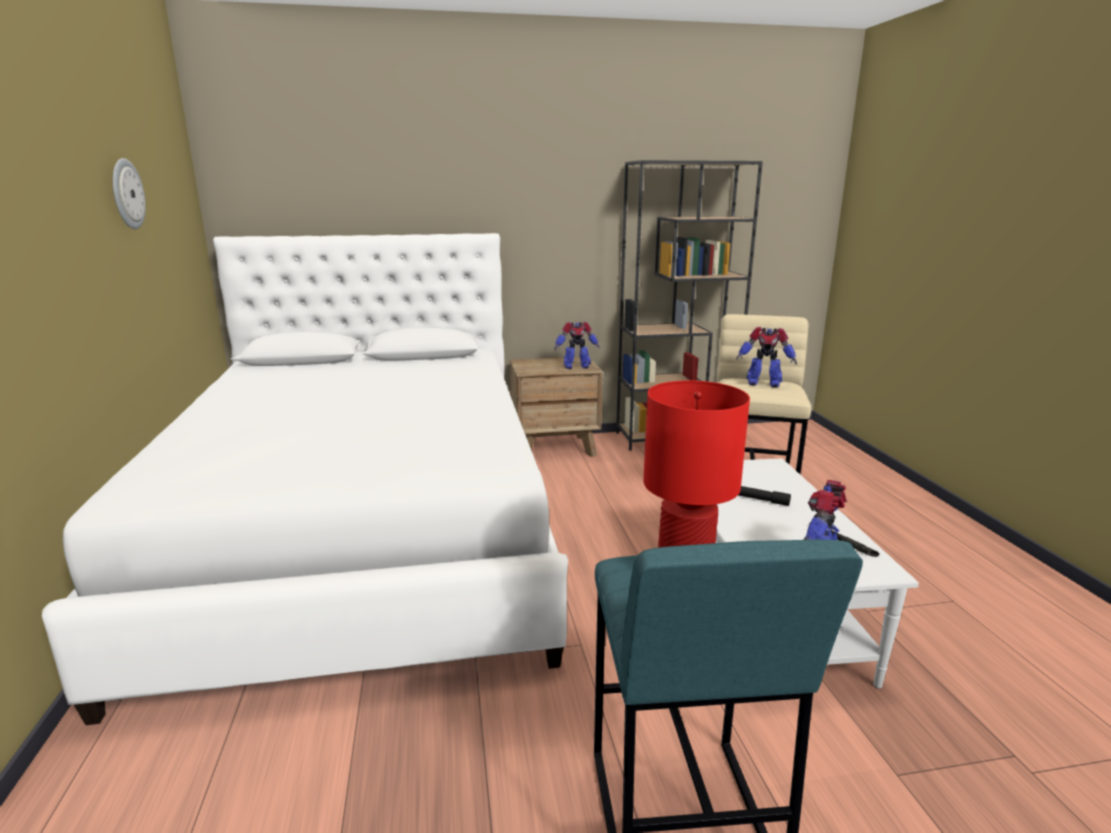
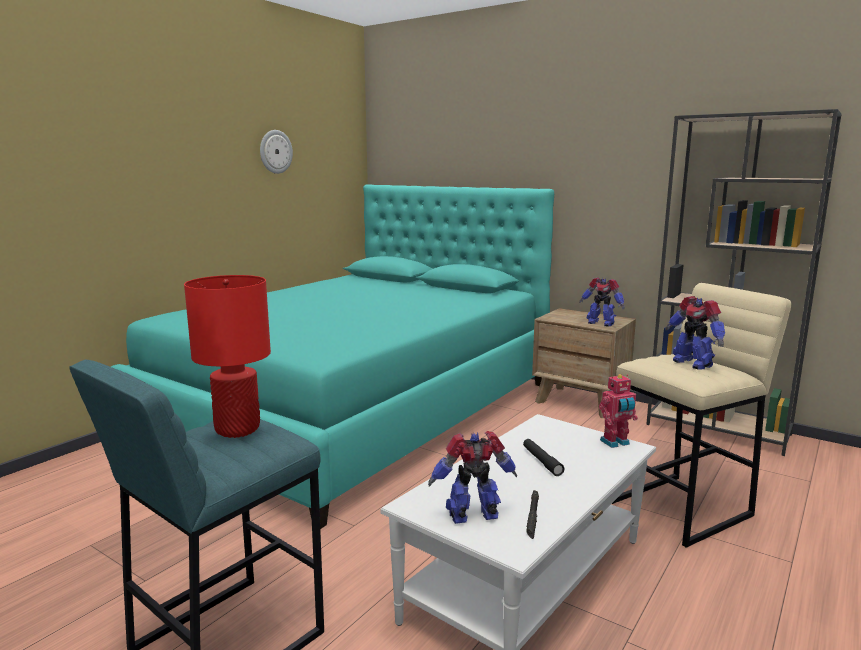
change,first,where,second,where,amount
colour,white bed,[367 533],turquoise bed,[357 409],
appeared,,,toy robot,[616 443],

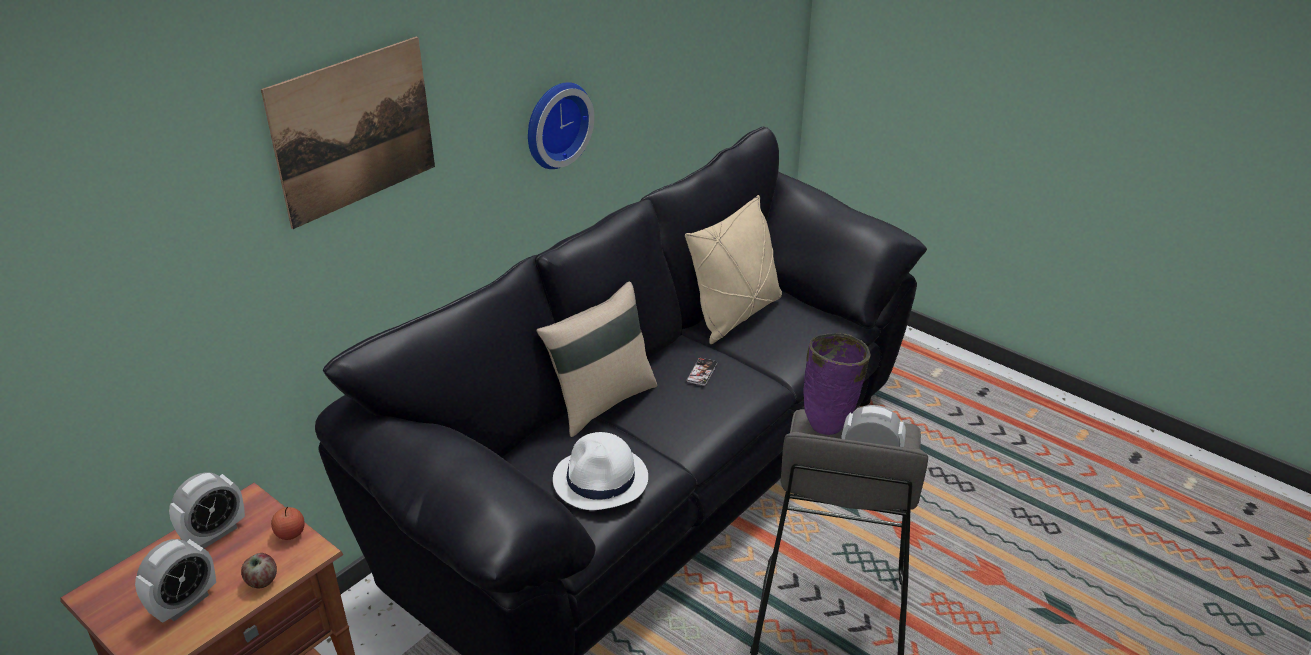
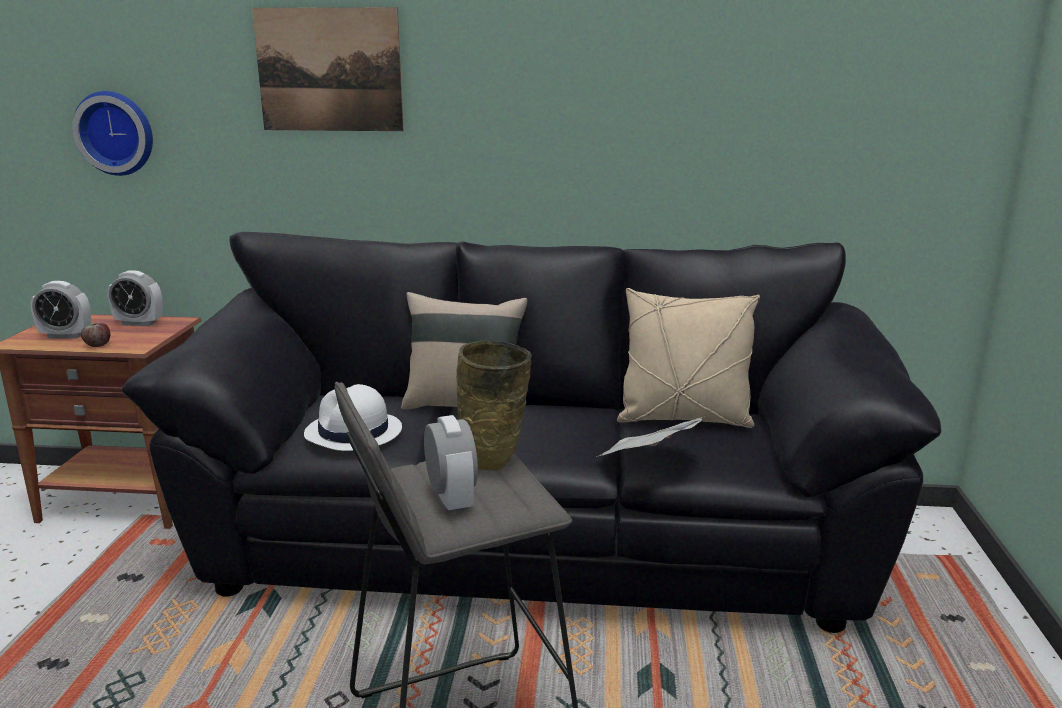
change,first,where,second,where,amount
missing,apple,[290 533],,,
relocated,wall clock,[554 124],,[117 133],
missing,phone,[702 372],,,
colour,purple vase,[830 425],beige vase,[494 464],
appeared,,,newspaper,[648 463],

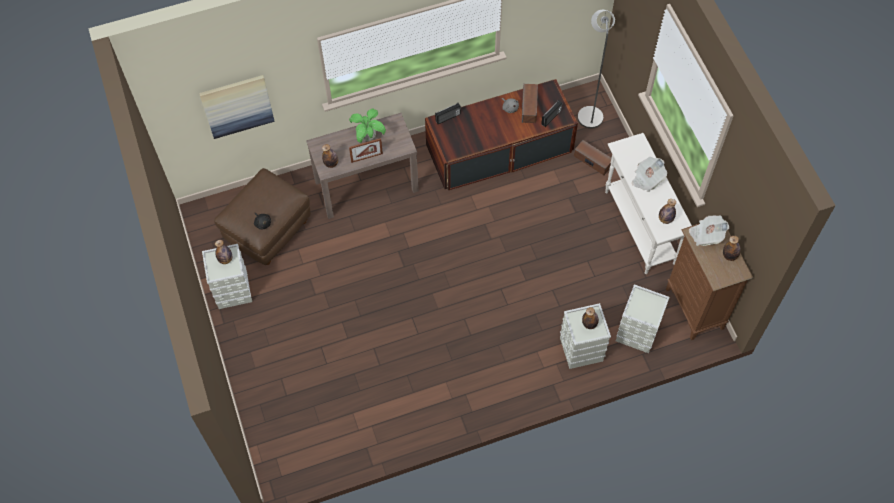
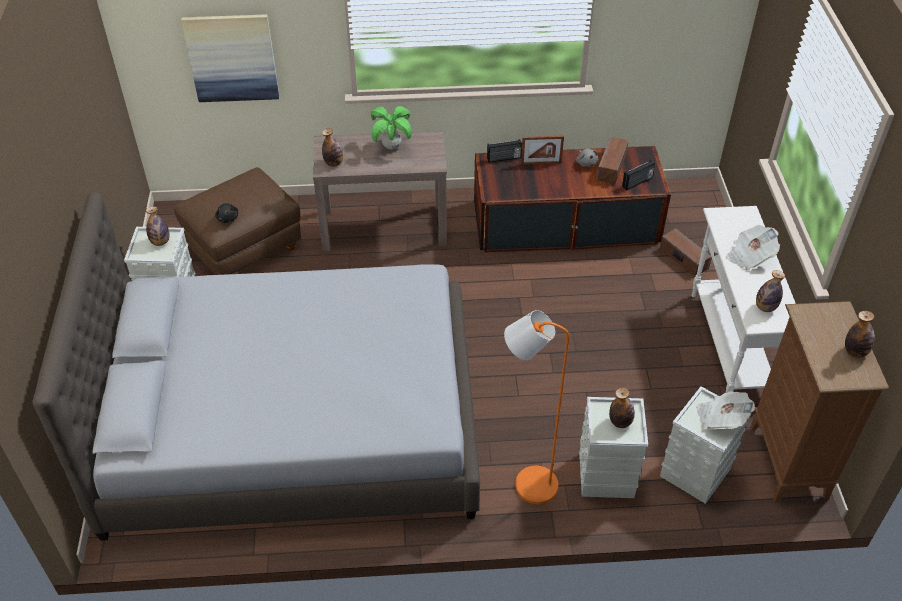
change,first,where,second,where,amount
relocated,picture frame,[366 157],,[541 163],
missing,grey floor lamp,[589 113],,,
relocated,newspaper,[706 235],,[721 418],
appeared,,,grey bed,[292 424],
appeared,,,orange floor lamp,[527 485],

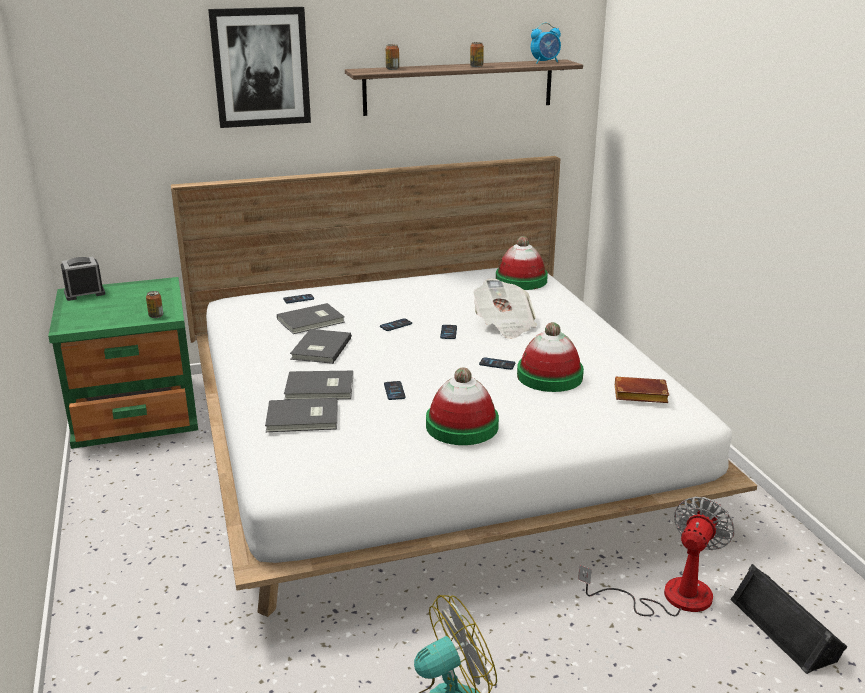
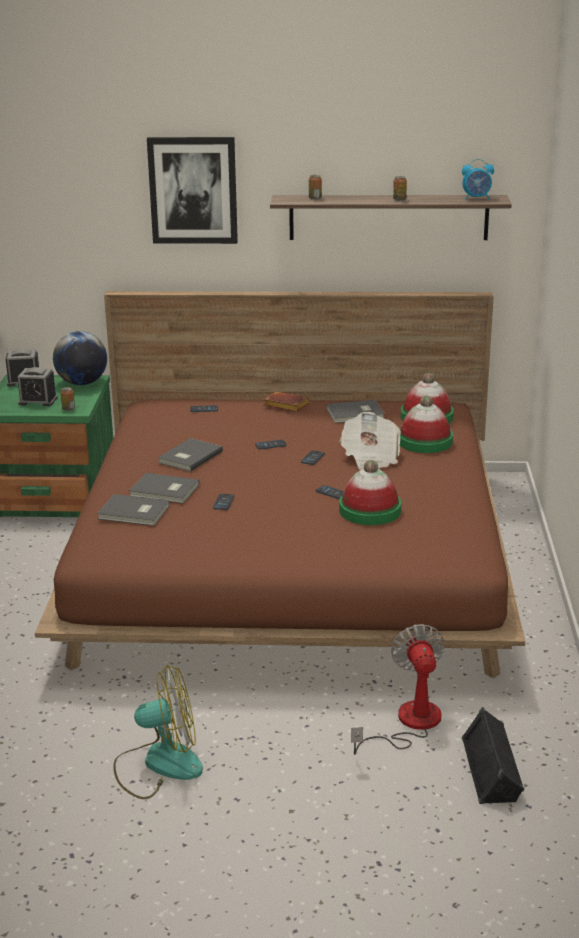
change,first,where,second,where,amount
colour,white bed,[433 446],brown bed,[291 564],
relocated,grey book,[312 321],,[356 414],
relocated,hat,[462 426],,[425 441],
spun,fan,[670 596],,[408 724],60 degrees counterclockwise
relocated,brown book,[639 395],,[284 406],
appeared,,,alarm clock,[38 401],
appeared,,,globe,[82 383],

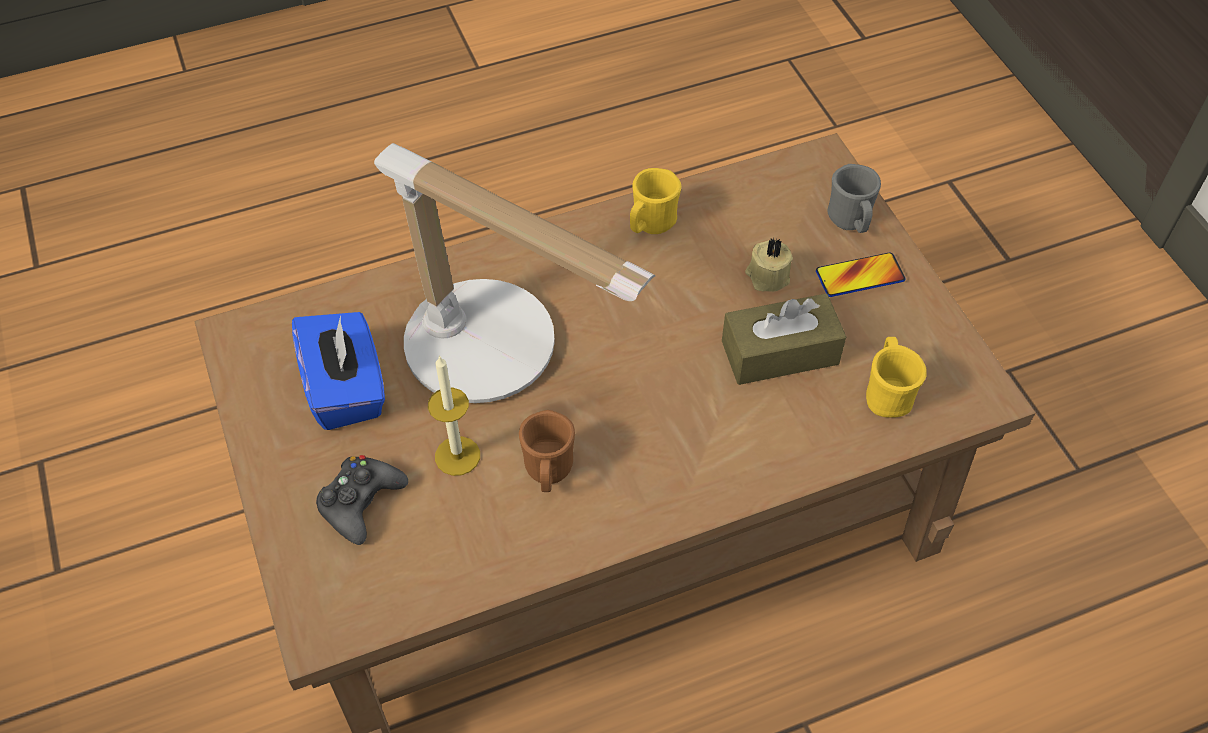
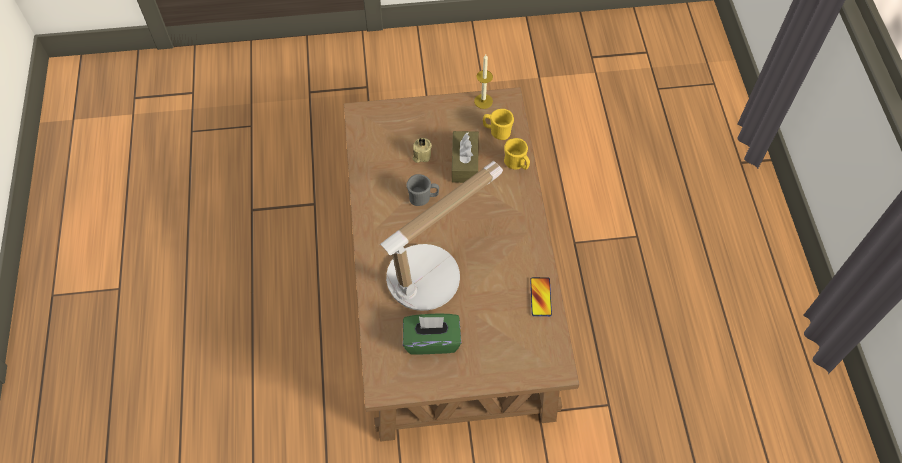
change,first,where,second,where,amount
colour,blue tissue box,[346 389],green tissue box,[432 340],
missing,black game controller,[360 502],,,
relocated,candle,[457 456],,[483 101],
missing,brown mug,[548 472],,,
relocated,yellow mug,[650 225],,[517 164],
relocated,phone,[859 276],,[540 297],
relocated,grey mug,[850 222],,[423 198],

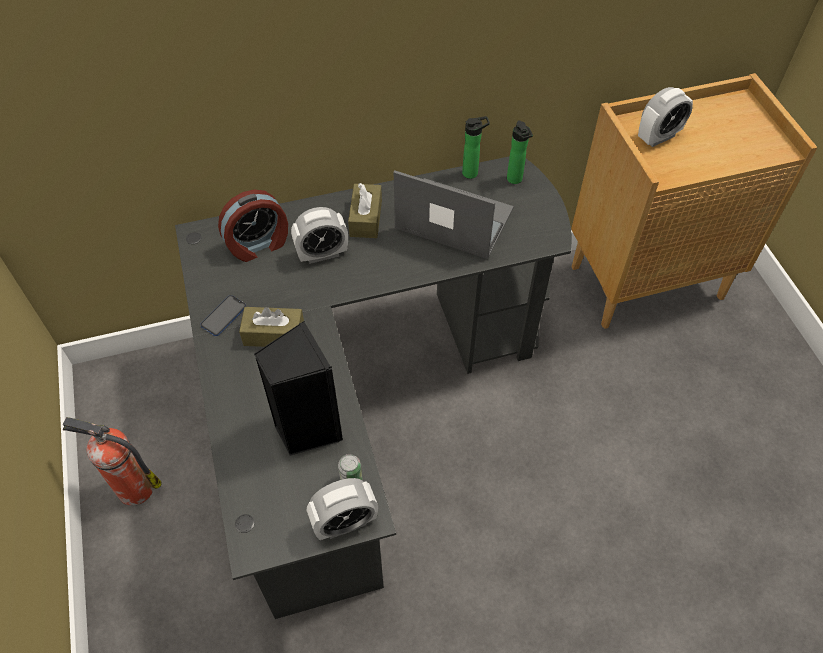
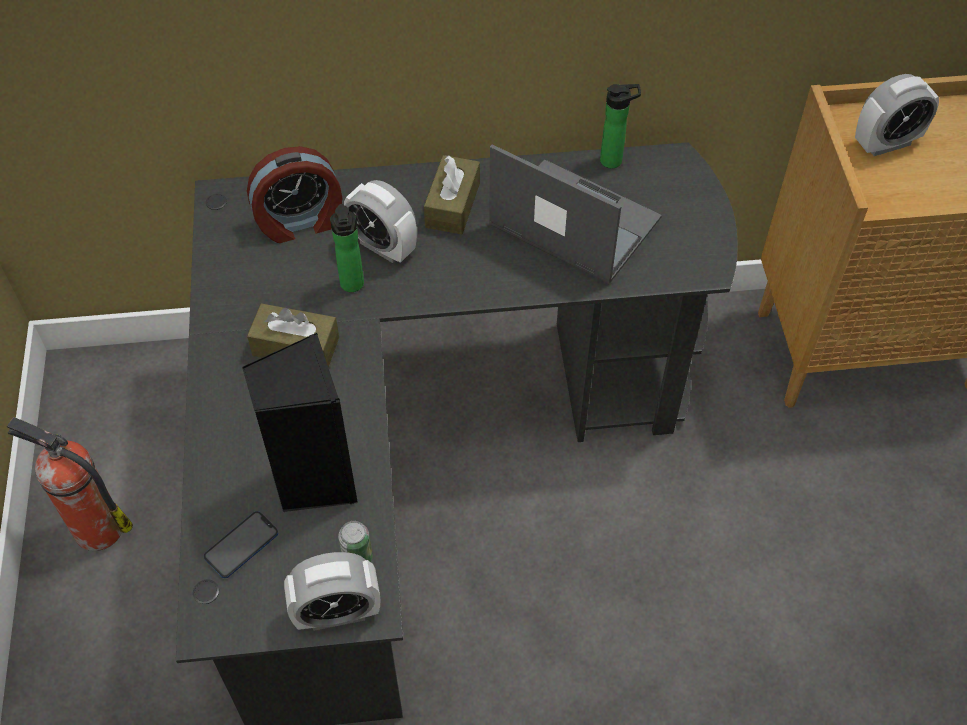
change,first,where,second,where,amount
relocated,phone,[223 316],,[241 545],
spun,alarm clock,[322 254],,[383 246],45 degrees clockwise
relocated,bottle,[515 180],,[352 286],

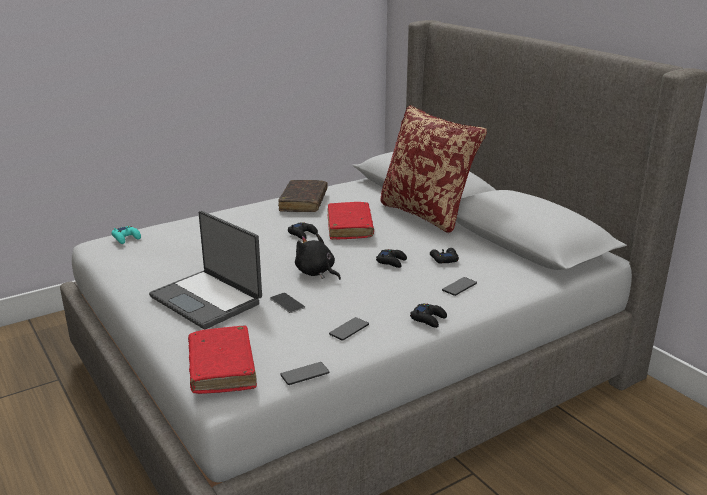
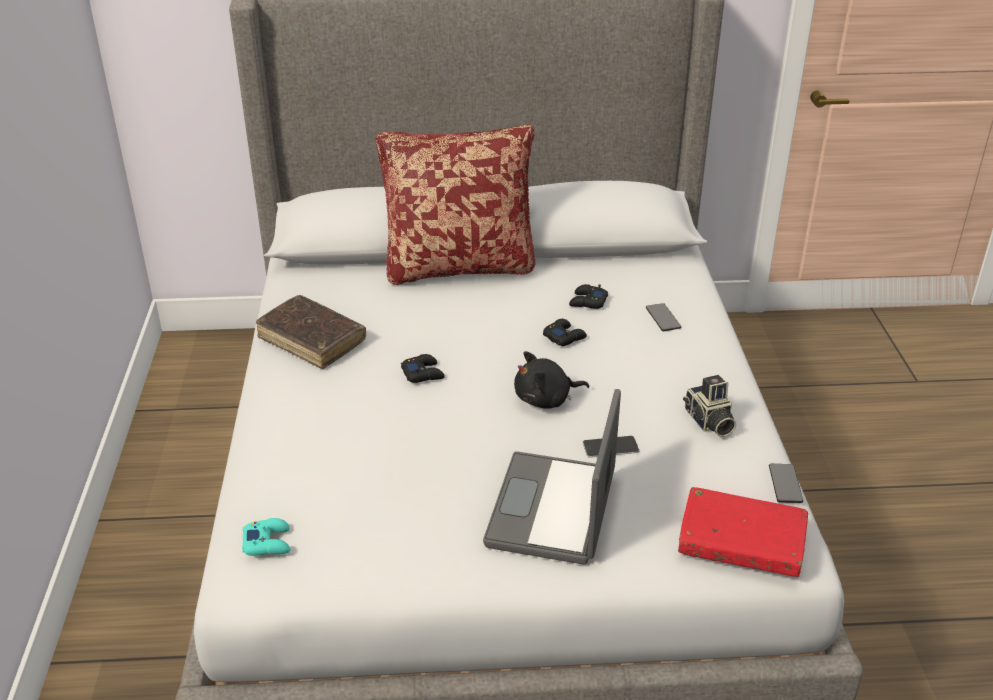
change,first,where,second,where,amount
spun,laptop,[207 299],,[554 510],120 degrees clockwise
missing,red book,[349 227],,,
exchanged,phone,[349 329],photo camera,[708 422],
missing,black game controller,[428 319],,,

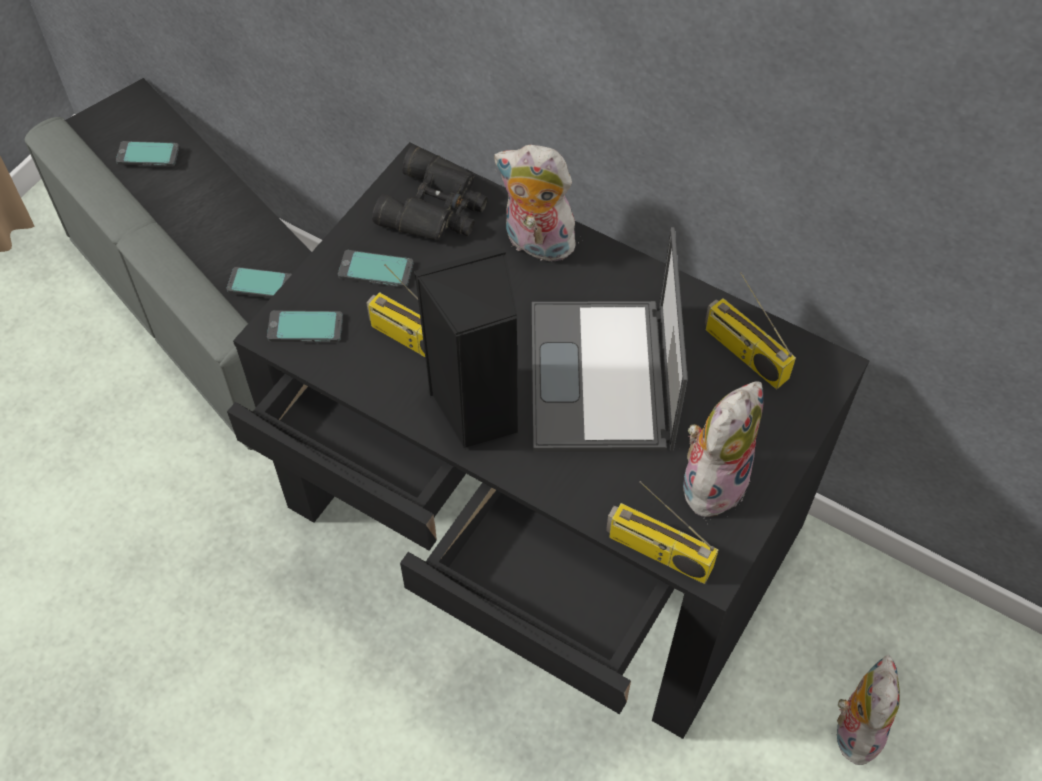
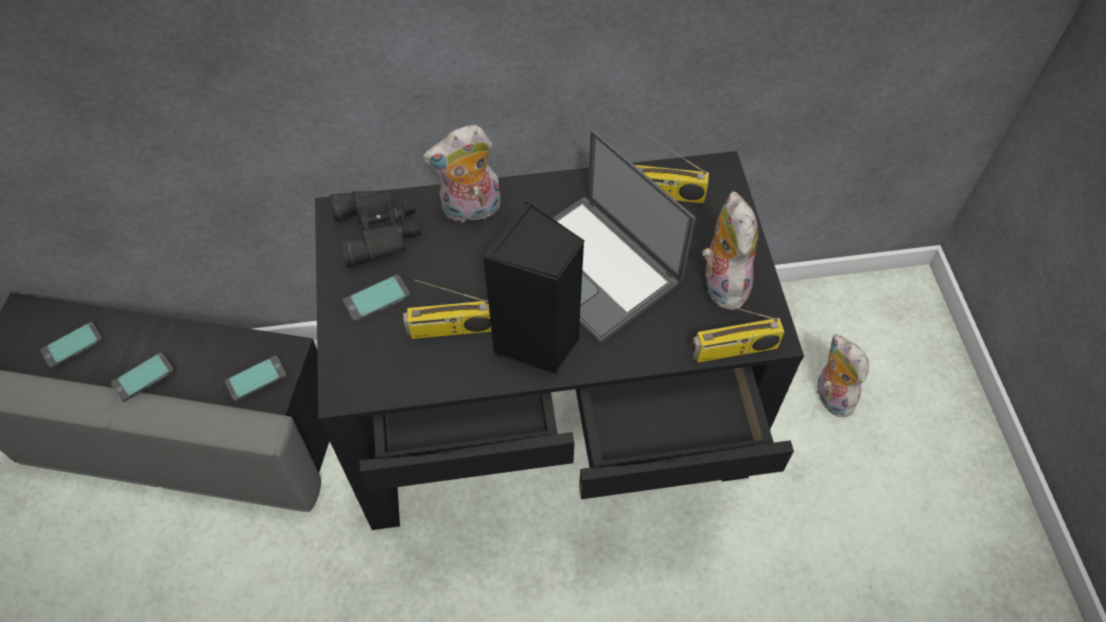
change,first,where,second,where,amount
relocated,phone,[305 328],,[143 377],

